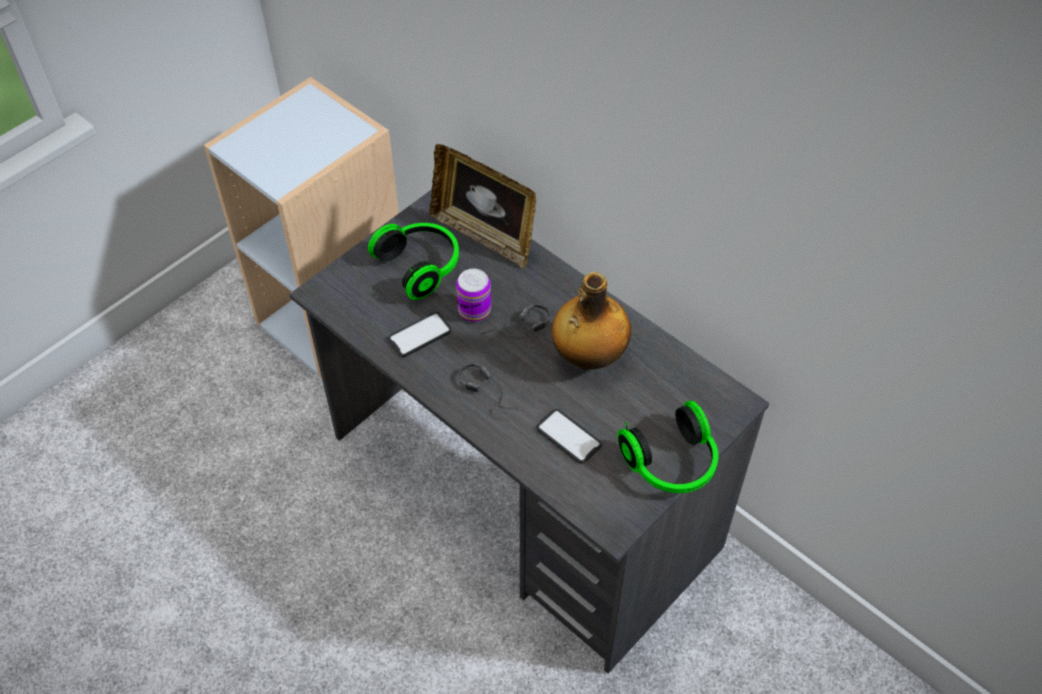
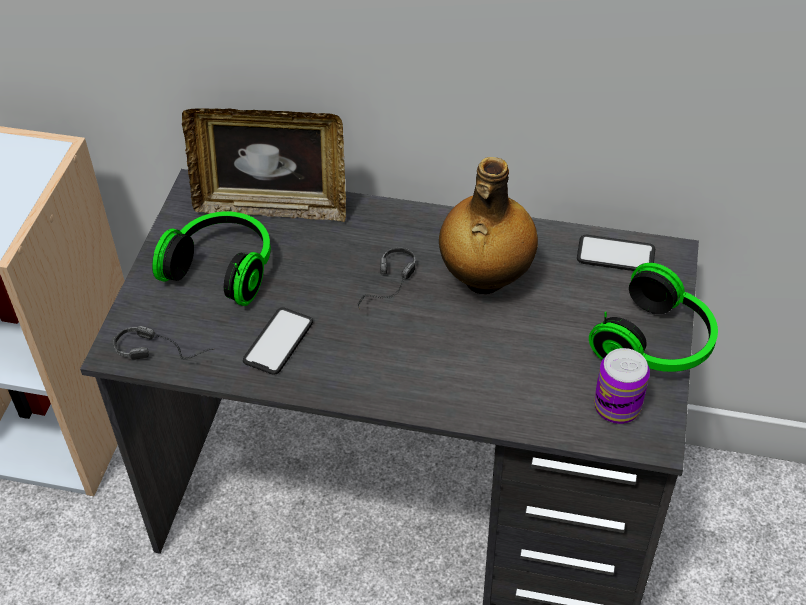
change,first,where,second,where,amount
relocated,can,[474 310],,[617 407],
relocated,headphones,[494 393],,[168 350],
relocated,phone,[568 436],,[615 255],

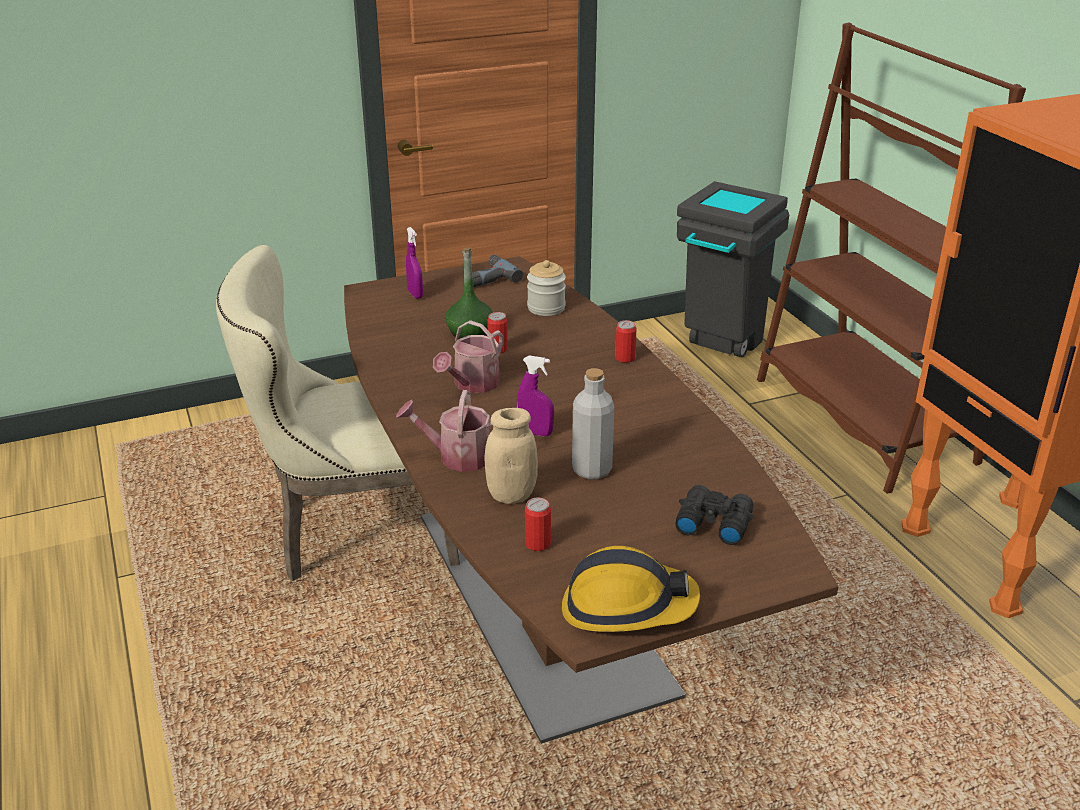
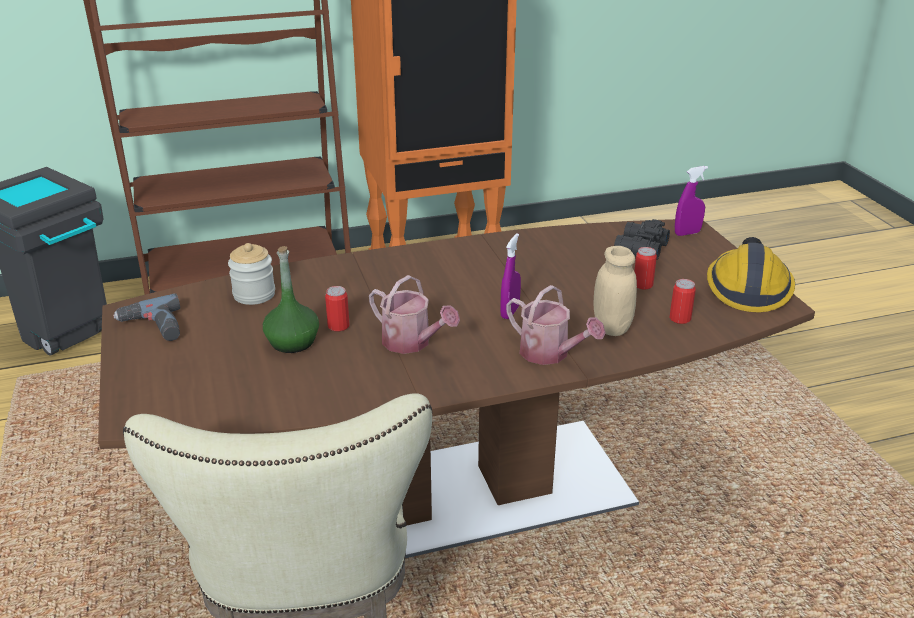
change,first,where,second,where,amount
spun,watering can,[457 457],,[550 354],60 degrees counterclockwise
relocated,purple spray bottle,[415 294],,[687 233],
missing,grey bottle,[591 470],,,
relocated,can,[625 358],,[642 285],

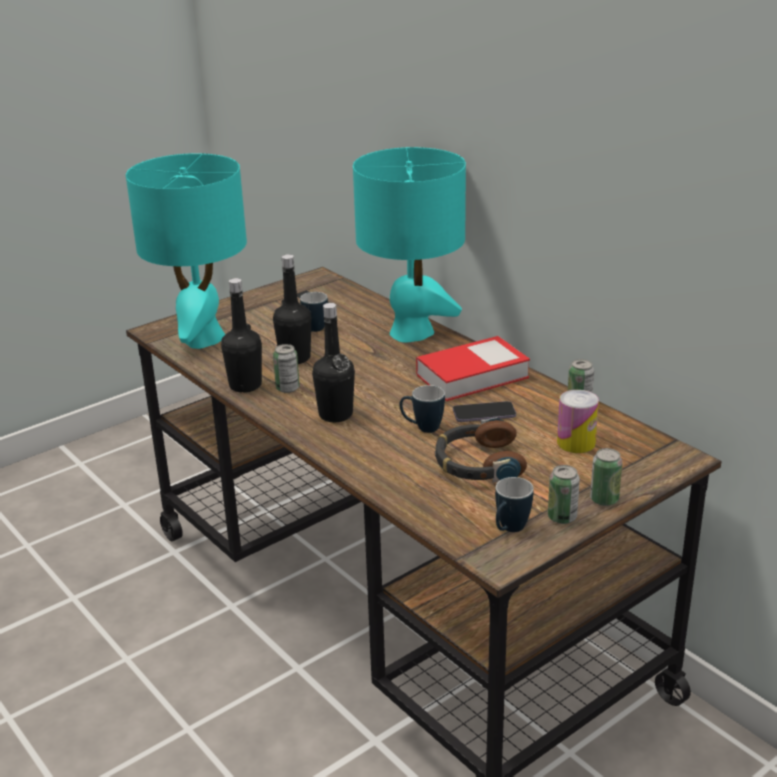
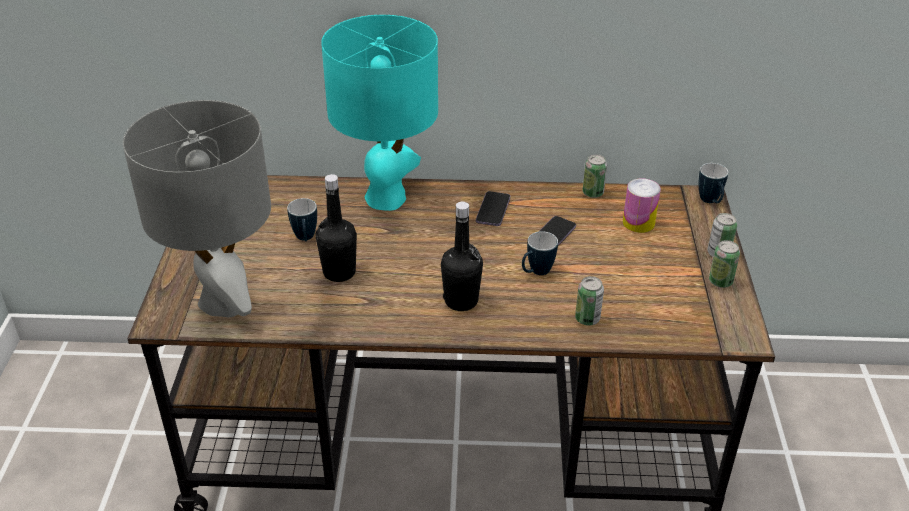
change,first,where,second,where,amount
colour,turquoise table lamp,[203 338],grey table lamp,[224 302],
missing,black bottle,[245 385],,,
relocated,can,[287 388],,[587 319],
exchanged,book,[472 376],phone,[493 210],
missing,headphones,[478 463],,,
relocated,mug,[509 530],,[710 202],

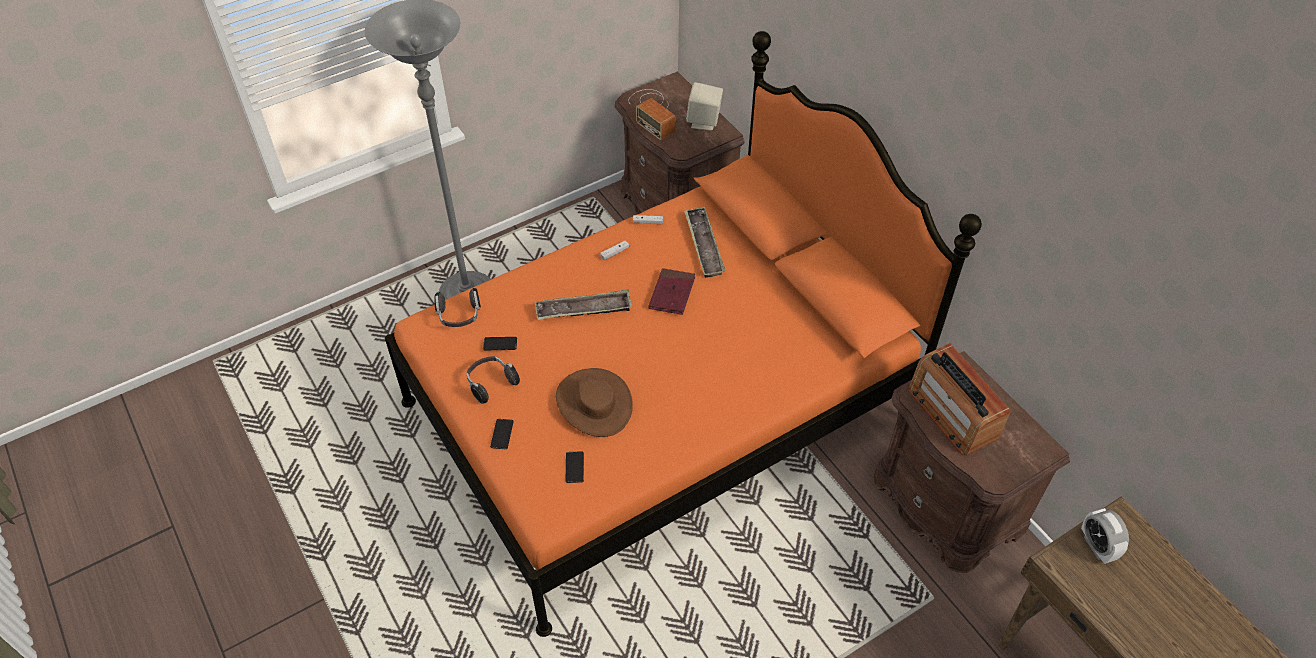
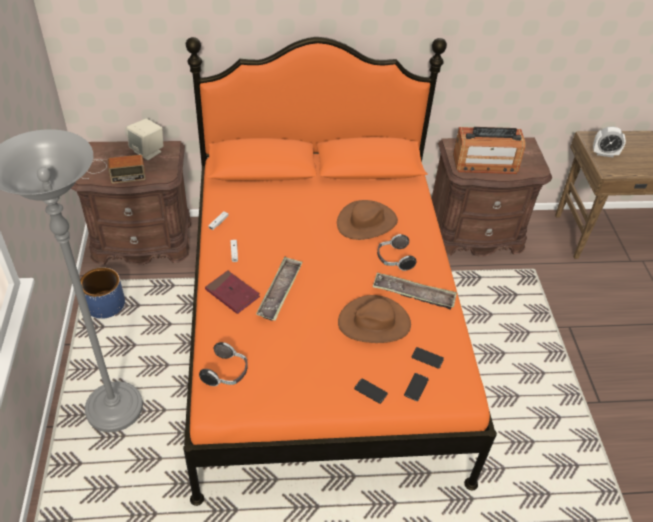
change,first,where,second,where,amount
relocated,headphones,[491 383],,[394 259],
relocated,phone,[500 344],,[416 387],
relocated,red book,[672 293],,[232 294],
relocated,tray,[704 245],,[413 294],
appeared,,,blue planter,[105 304],
appeared,,,brown hat,[367 222],

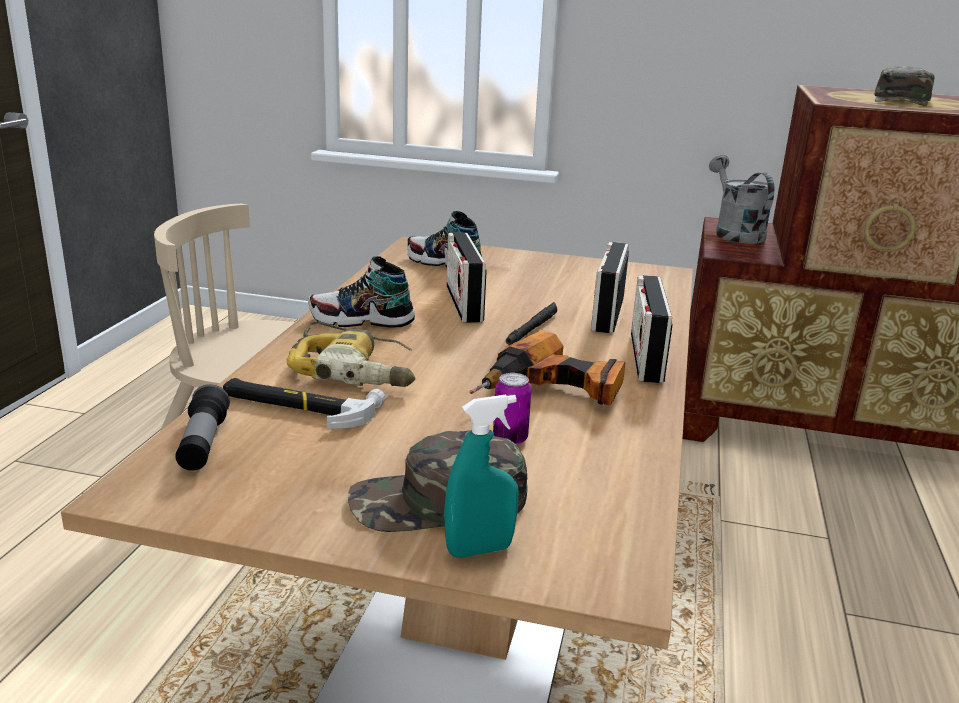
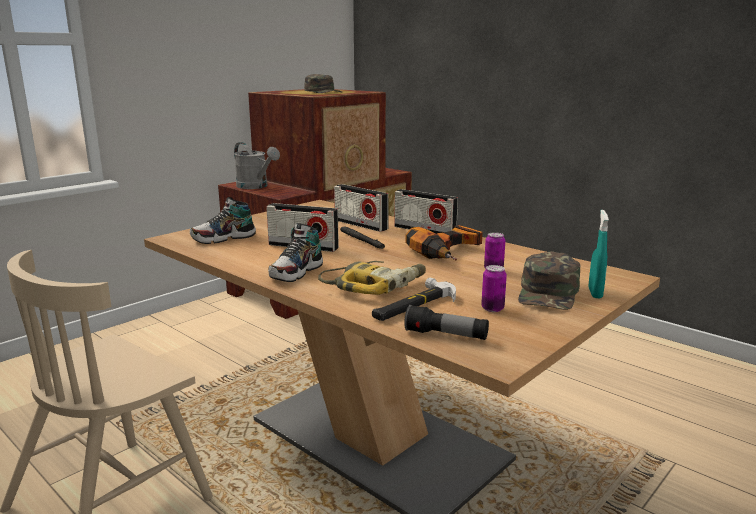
change,first,where,second,where,amount
spun,grey watering can,[734 233],,[256 187],150 degrees counterclockwise
appeared,,,can,[492 308],

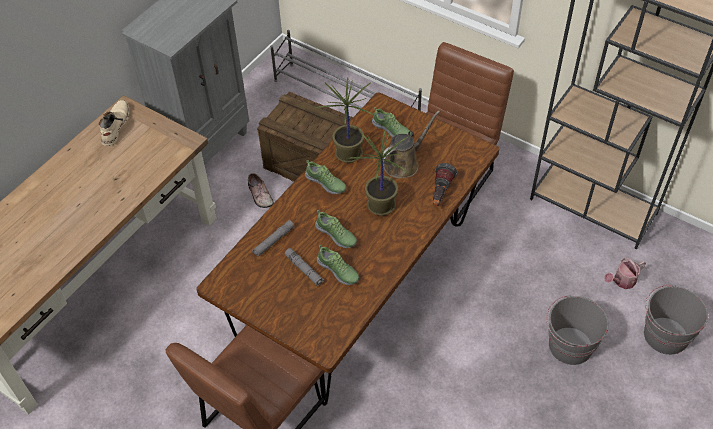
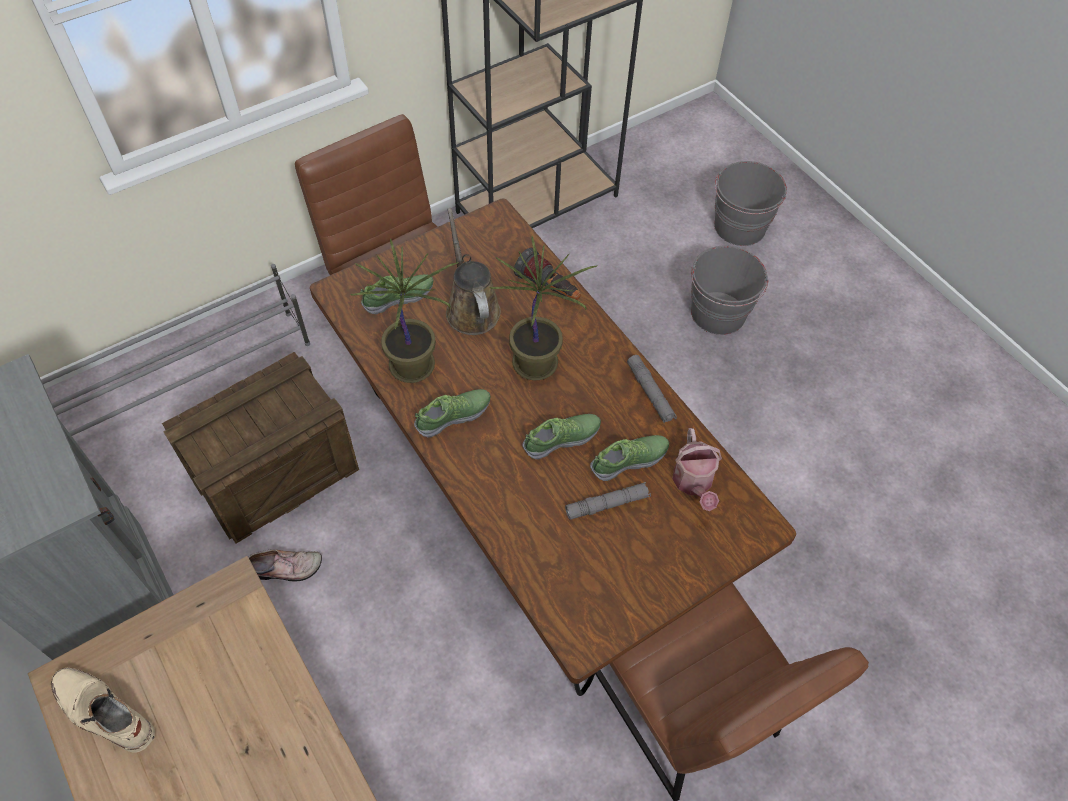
change,first,where,second,where,amount
relocated,grey flashlight,[273 241],,[650 393],
relocated,watering can,[622 281],,[693 483],

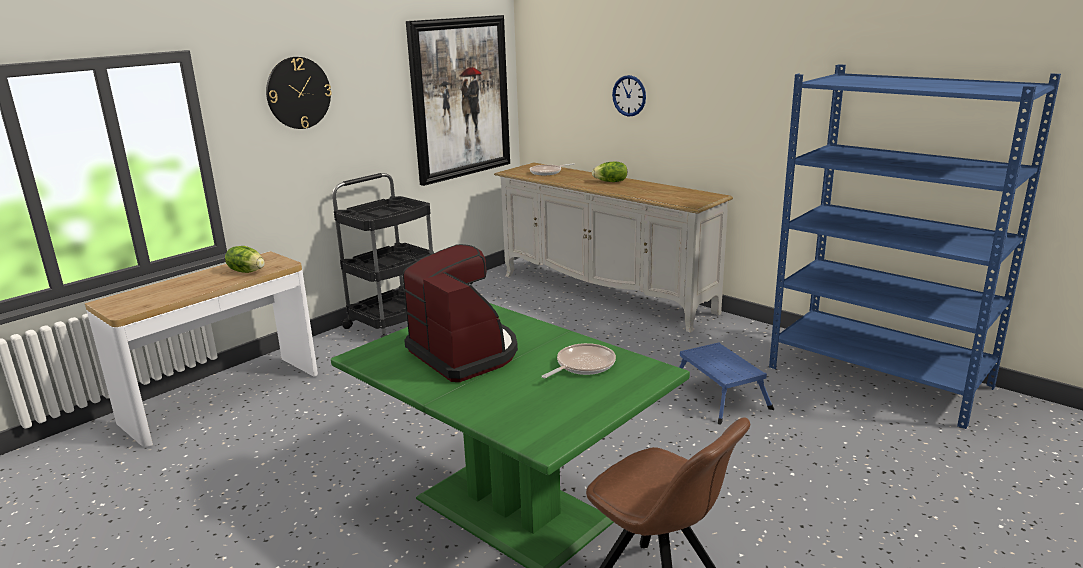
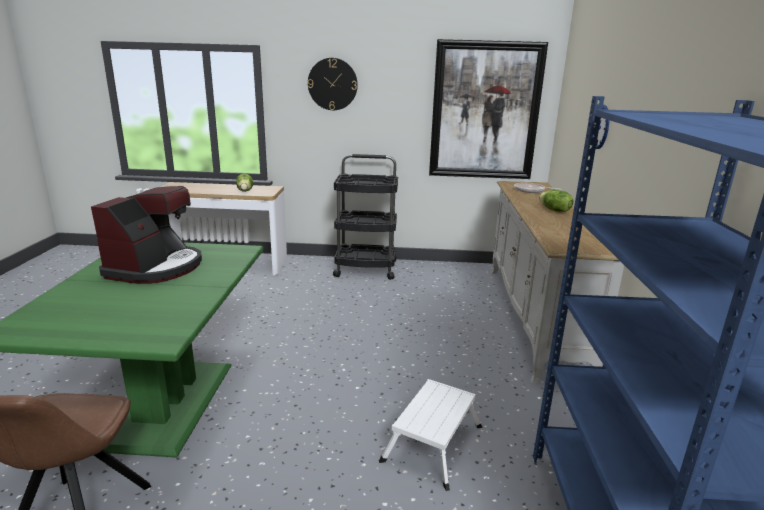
change,first,where,second,where,amount
missing,frying pan,[583 365],,,
colour,blue step ladder,[720 396],white step ladder,[432 443],

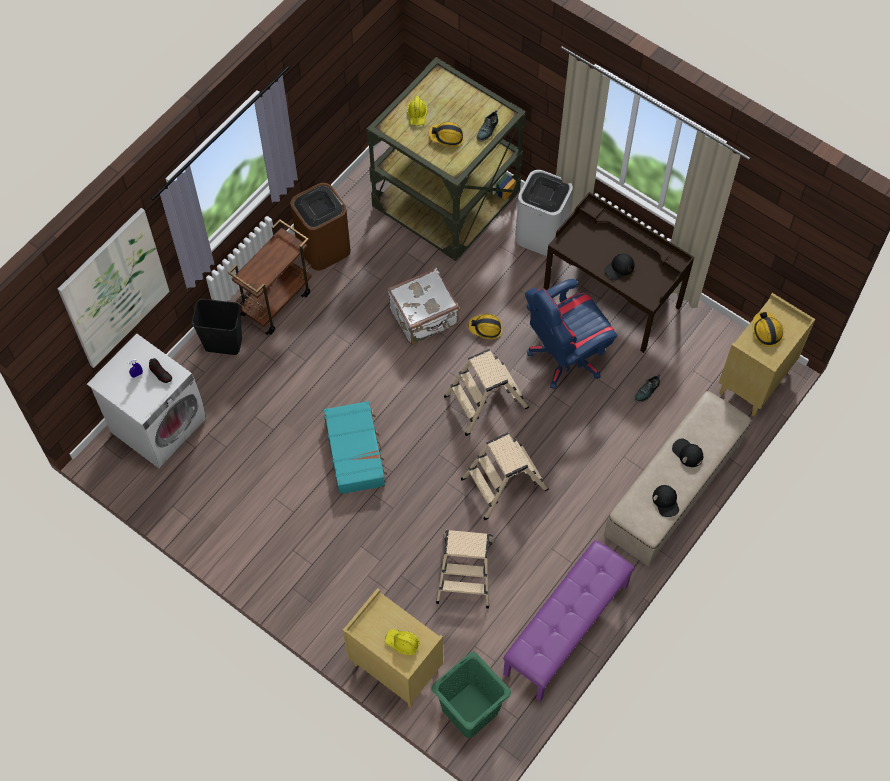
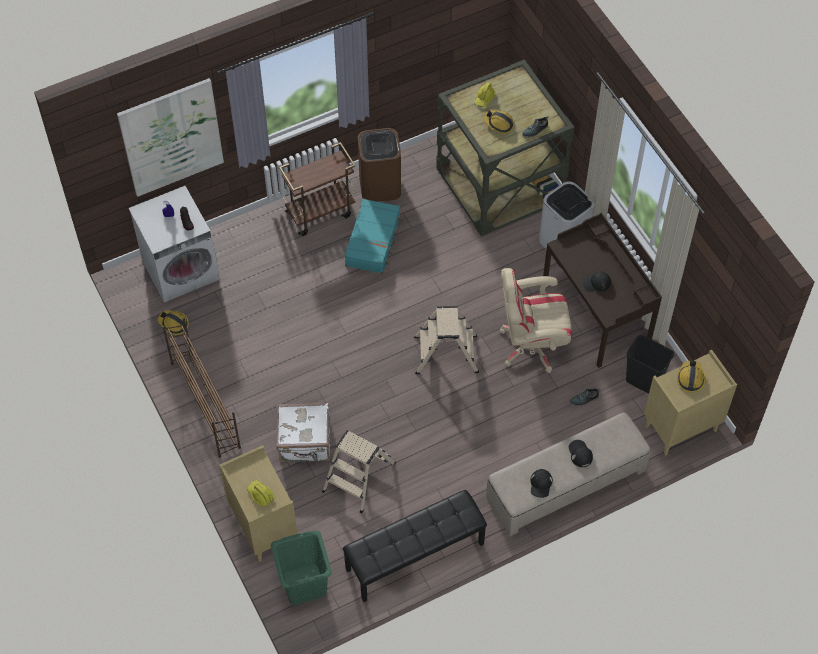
change,first,where,second,where,amount
relocated,black trash can,[223 344],,[643 381],
relocated,turquoise suitcase,[355 451],,[373 241],
relocated,white suitcase,[424 317],,[305 443],
missing,beige step ladder,[504 484],,,
relocated,hard hat,[486 328],,[173 324],
colour,purple bench,[566 630],black bench,[415 557],
colour,blue office chair,[566 355],beige office chair,[532 344],
appeared,,,brown shoe rack,[205 404],

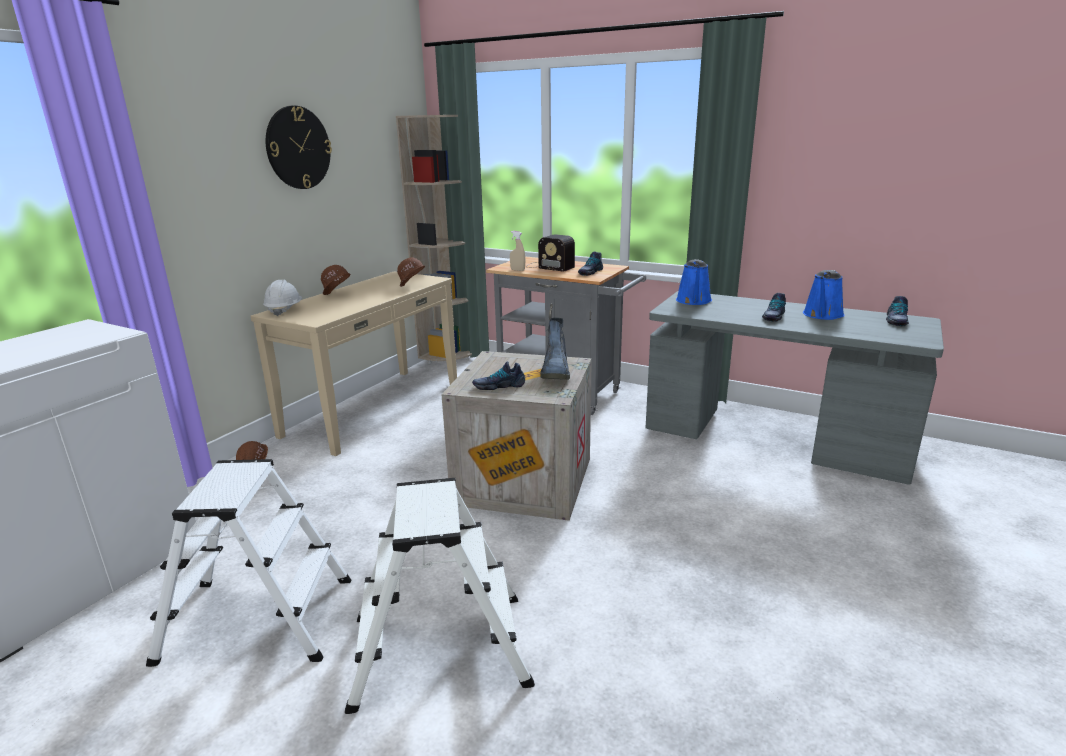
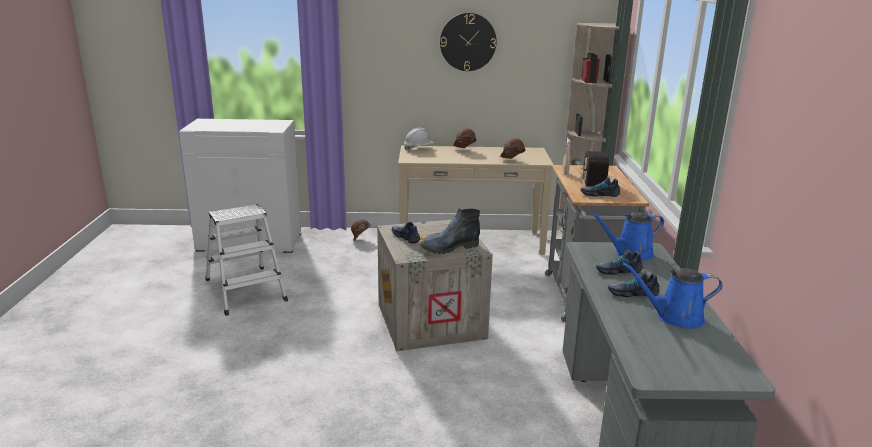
change,first,where,second,where,amount
missing,white step ladder,[440 650],,,
relocated,shoe,[896 320],,[618 270],

